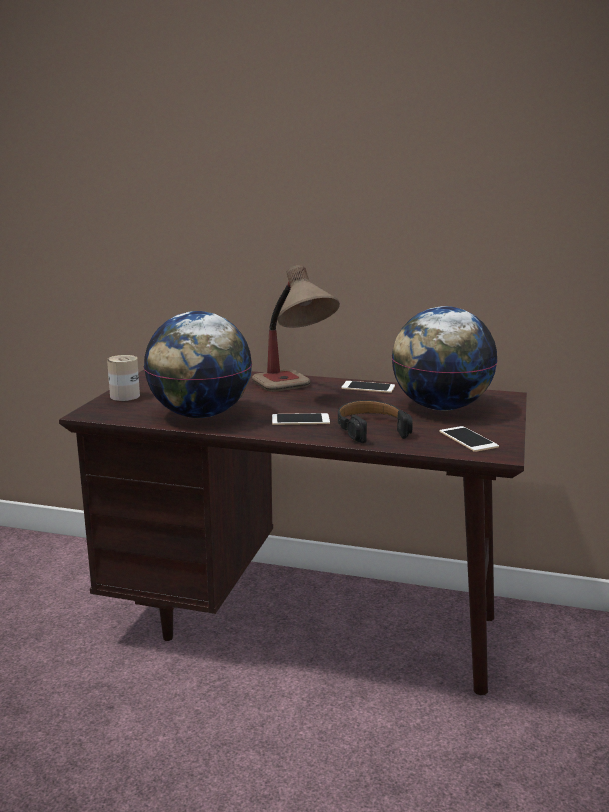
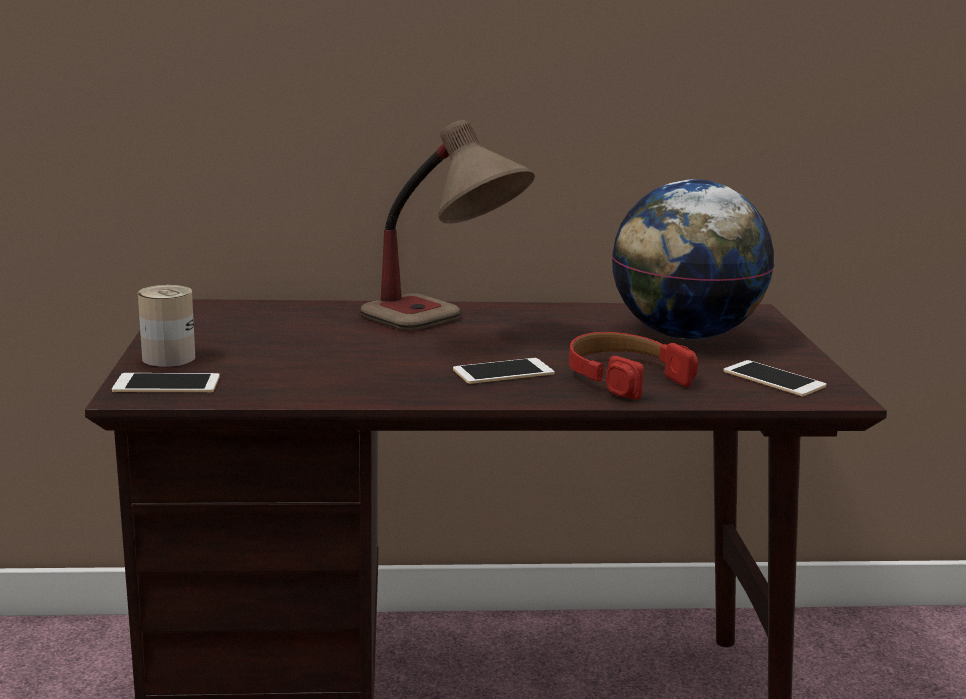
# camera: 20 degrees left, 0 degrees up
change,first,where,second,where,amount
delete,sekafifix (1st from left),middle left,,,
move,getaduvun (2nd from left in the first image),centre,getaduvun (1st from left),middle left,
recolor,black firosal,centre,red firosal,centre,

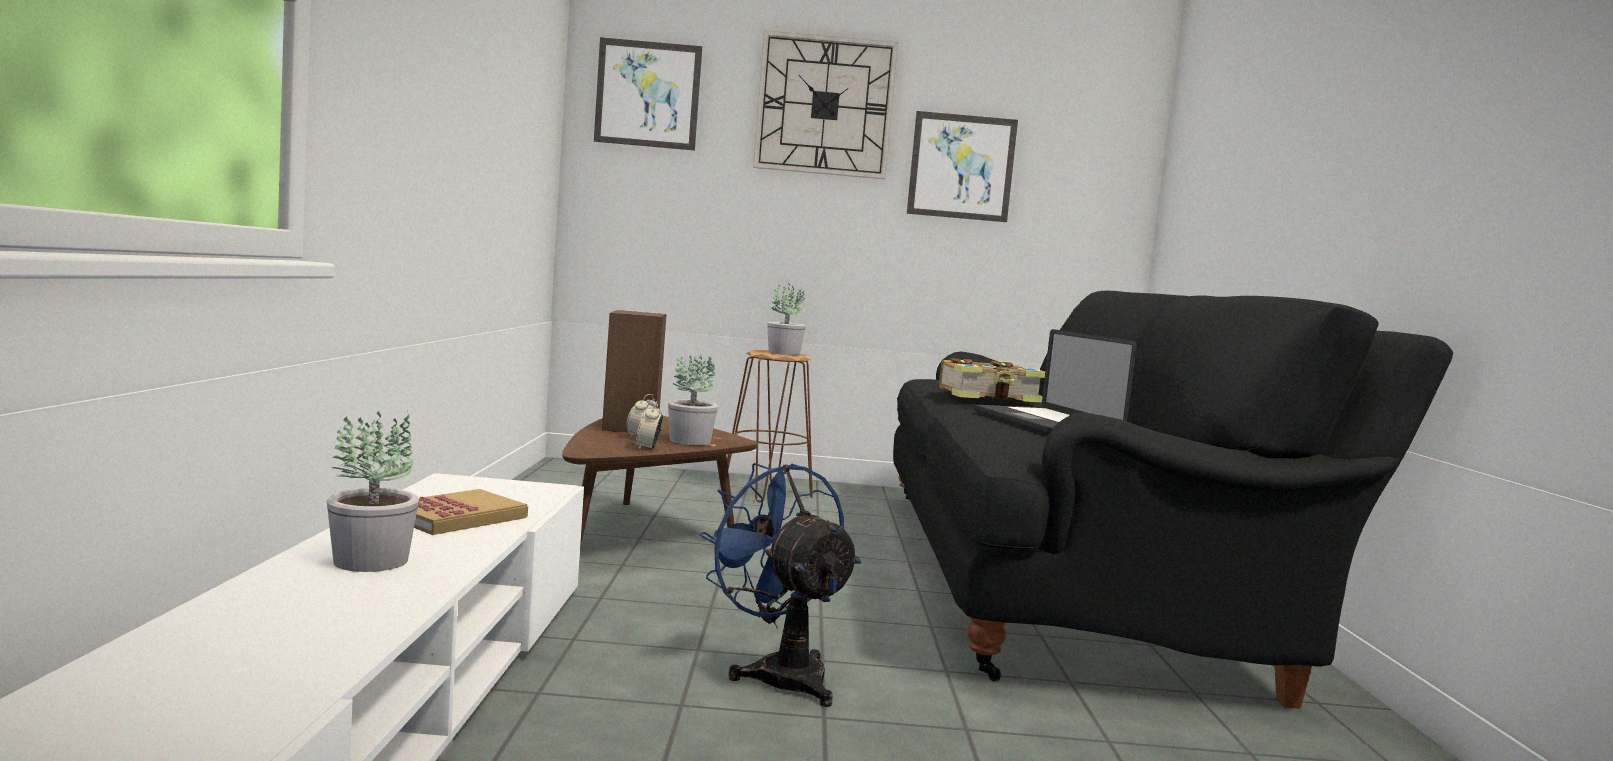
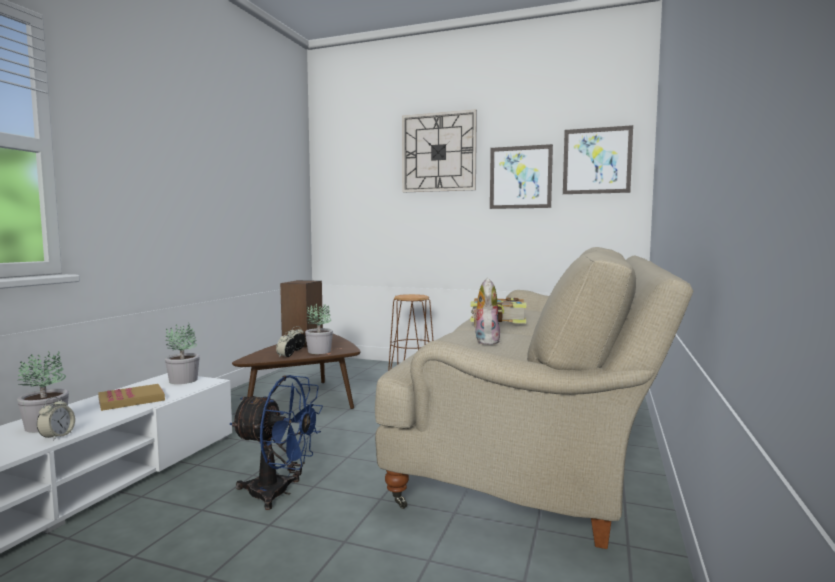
# camera: 20 degrees right, 0 degrees up
change,first,where,second,where,amount
insert,,,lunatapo (1st from left),bottom left,
move,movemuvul (1st from left in the first image),top centre,movemuvul (2nd from left),top right,
move,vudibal (3rd from left in the first image),centre,vudibal (2nd from left),middle left,
replace,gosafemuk,centre,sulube,centre,
recolor,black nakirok,middle right,beige nakirok,bottom centre,
rotate,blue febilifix,bottom centre,,bottom left,120 degrees clockwise

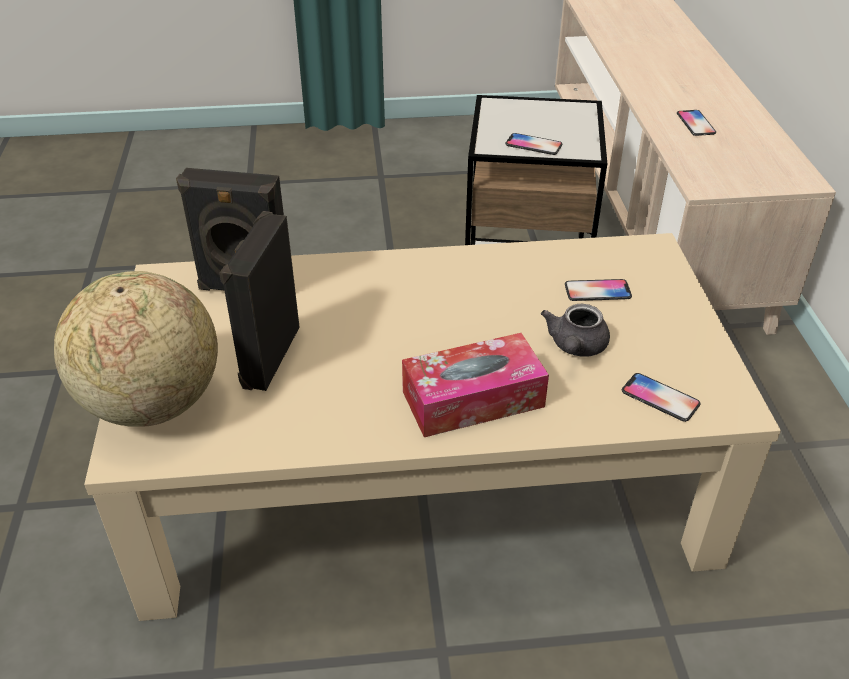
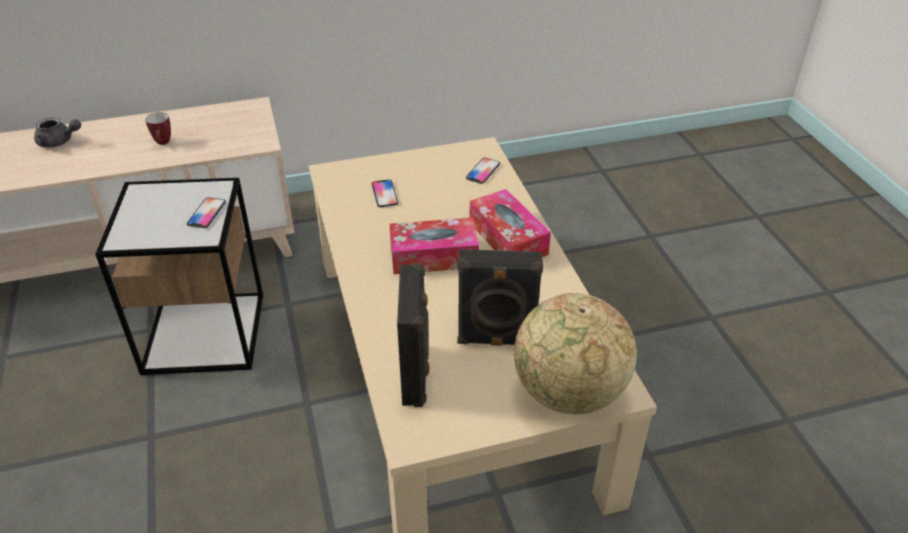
# camera: 100 degrees left, 0 degrees up
change,first,where,second,where,amount
insert,,,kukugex (1st from left),centre,
move,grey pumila,middle right,,top left,
replace,getaduvun (4th from left),top right,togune,top left,

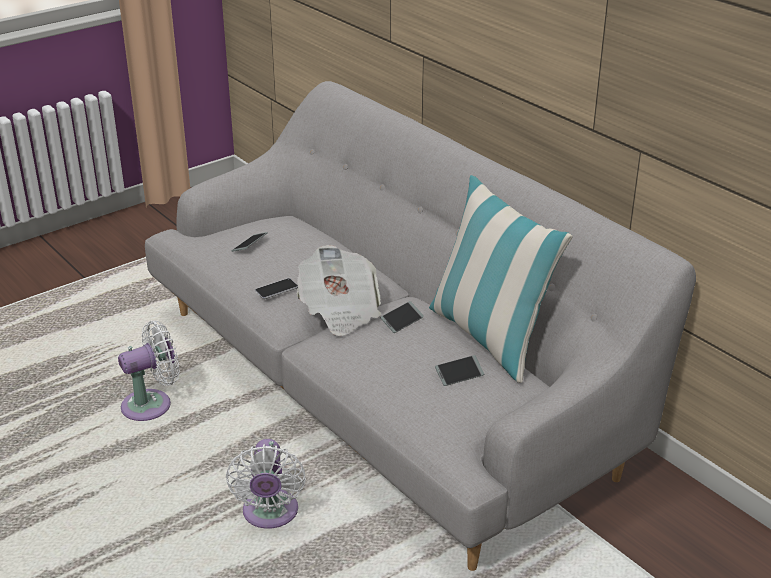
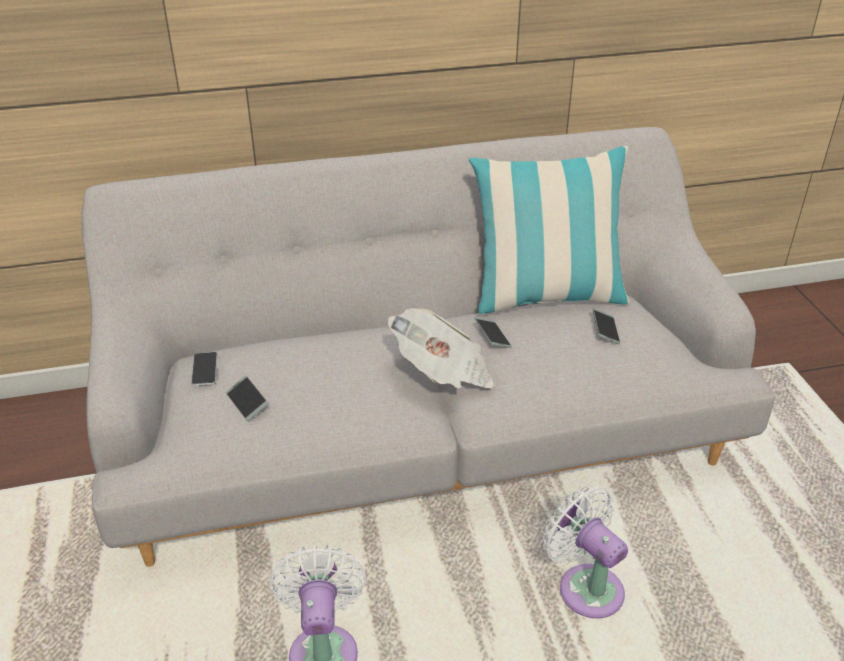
# camera: 65 degrees left, 5 degrees up
change,first,where,second,where,amount
move,getaduvun (2nd from left in the first image),centre,getaduvun (1st from left),middle left,
rotate,white febilifix (2nd from left),bottom centre,,bottom right,150 degrees counterclockwise

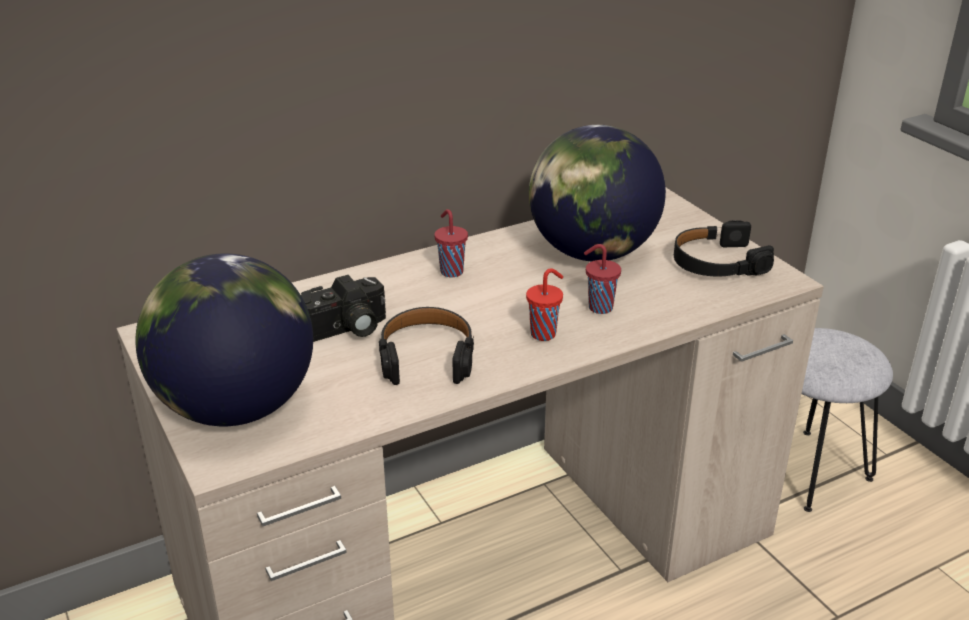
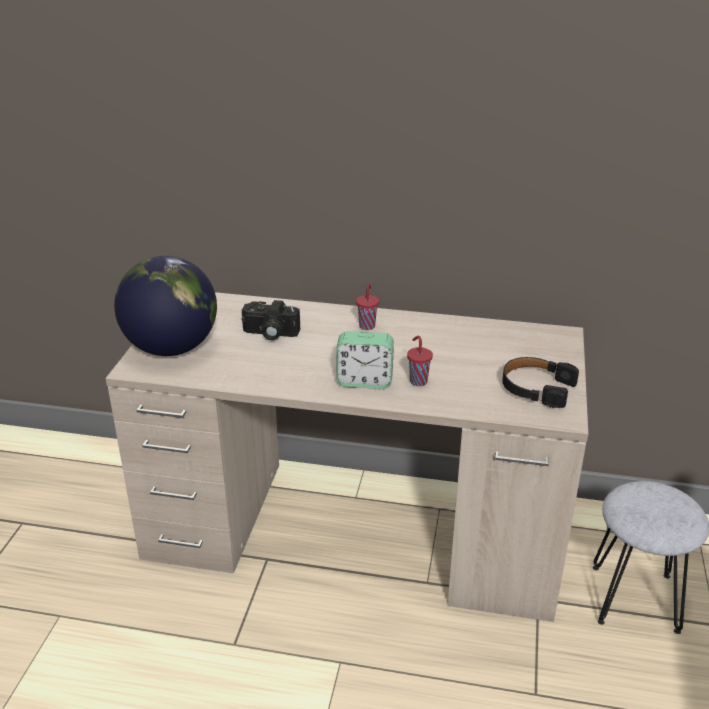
# camera: 40 degrees right, 0 degrees up
change,first,where,second,where,amount
delete,black firosal (1st from left),centre,,,
delete,sekafifix (2nd from left),top centre,,,
replace,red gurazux (2nd from left),centre,lunatapo,centre,

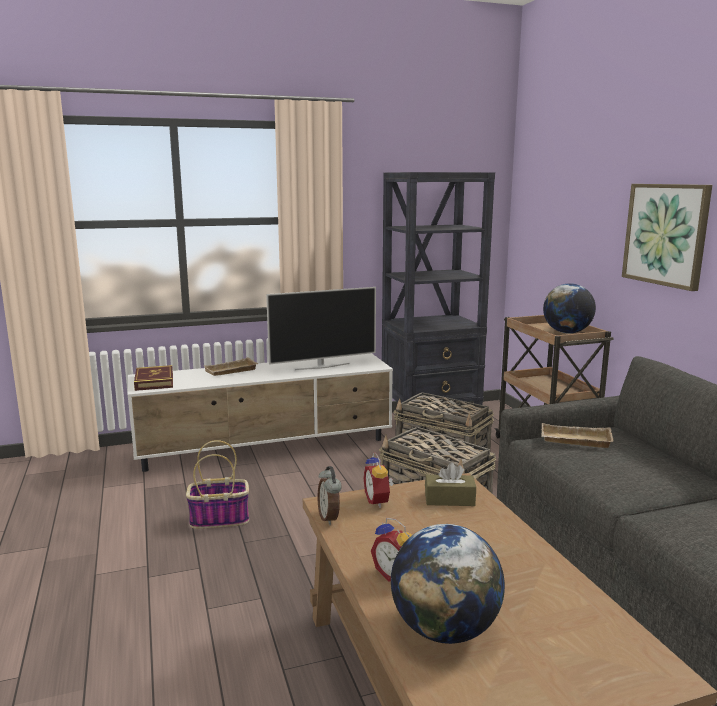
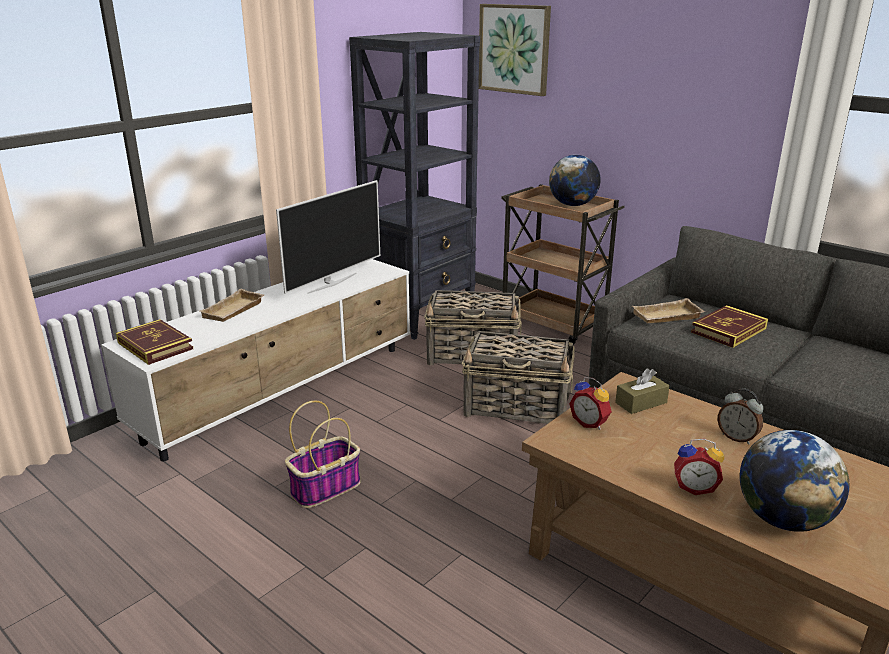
# camera: 30 degrees left, 10 degrees up
change,first,where,second,where,amount
insert,,,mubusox (2nd from left),middle right,
move,lunatapo (1st from left in the first image),bottom centre,lunatapo (3rd from left),middle right,
move,movemuvul,middle right,,top centre,

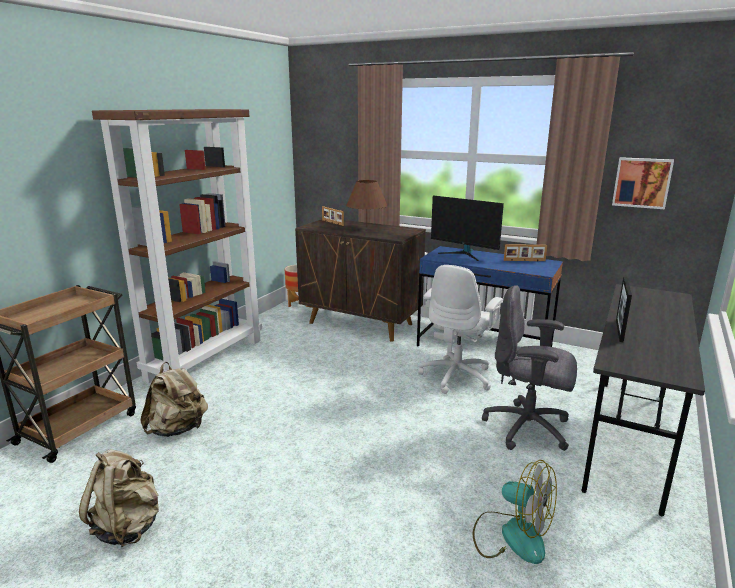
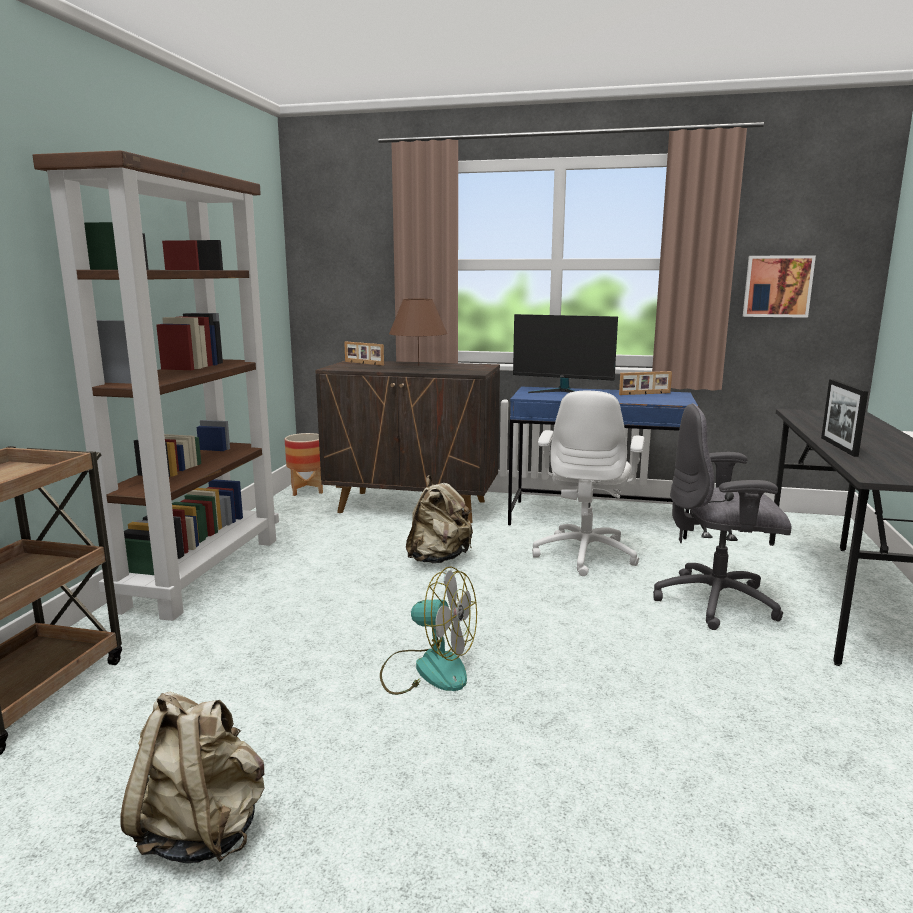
# camera: 15 degrees left, 5 degrees down
change,first,where,second,where,amount
move,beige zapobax (2nd from left),bottom left,,centre,
move,febilifix,bottom right,,bottom centre,

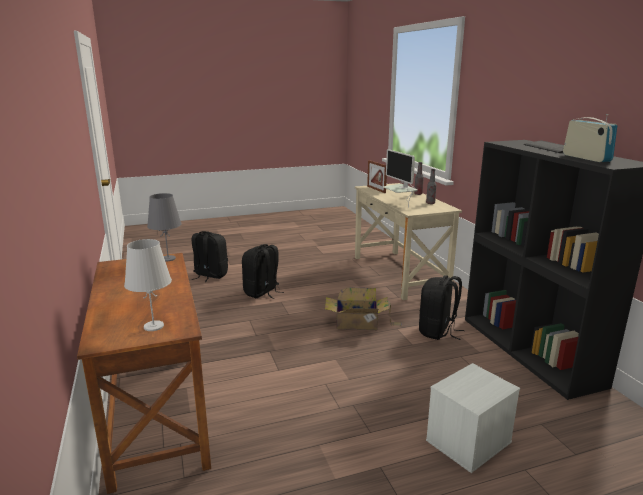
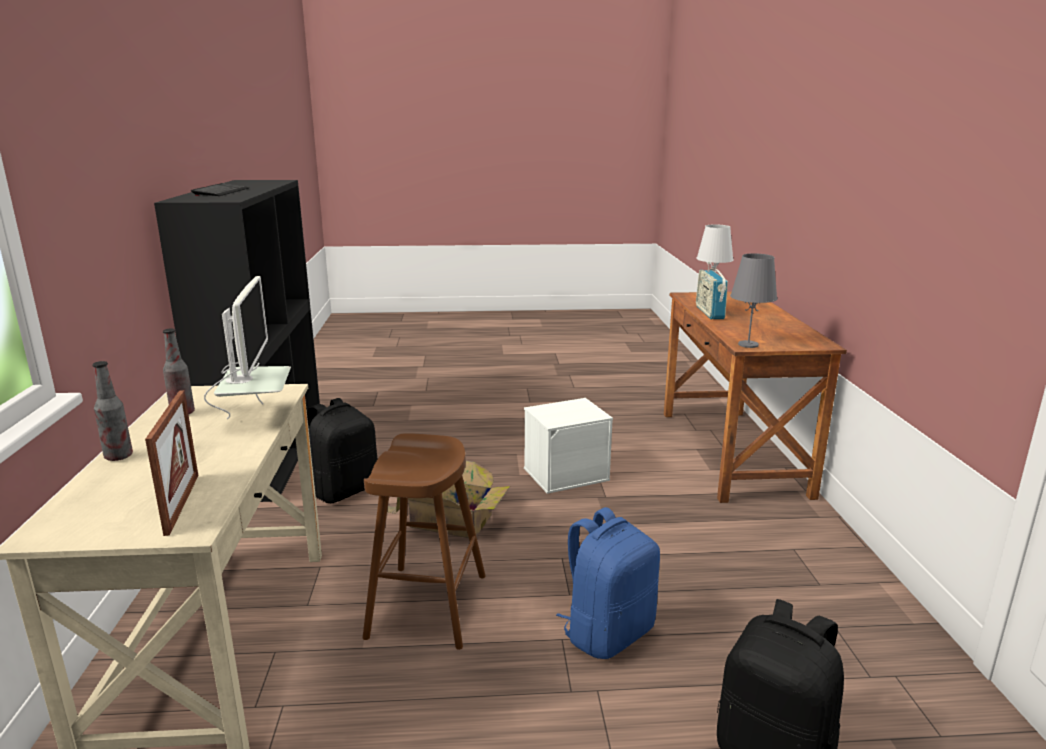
# camera: 165 degrees left, 0 degrees up
change,first,where,second,where,amount
insert,,,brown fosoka,bottom centre,
move,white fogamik,bottom right,,centre,
move,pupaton,top right,,middle right,
recolor,black zapobax (2nd from left),centre,blue zapobax,bottom centre,

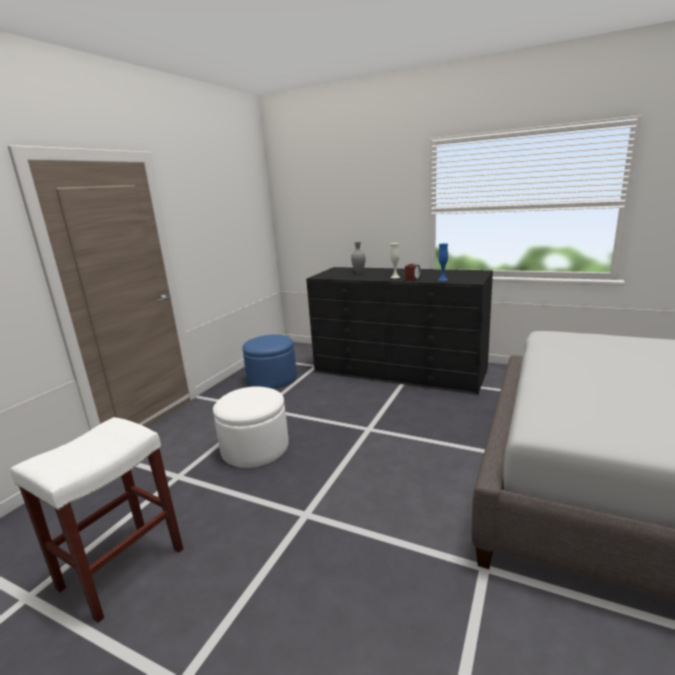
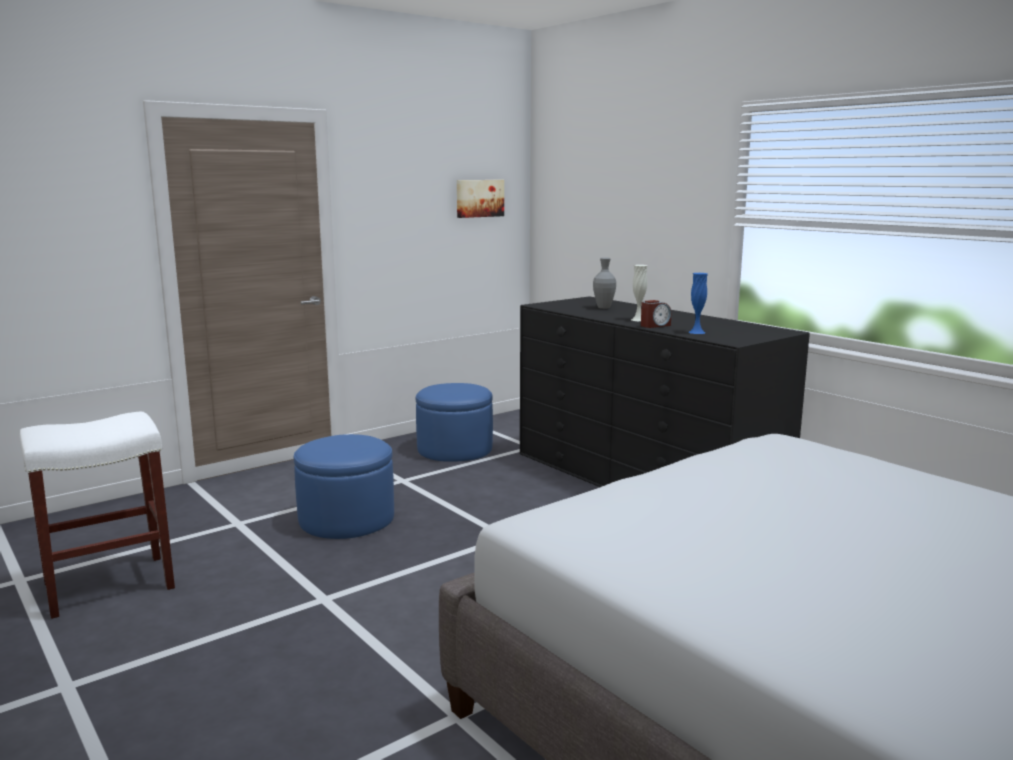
# camera: 25 degrees right, 5 degrees down
change,first,where,second,where,amount
insert,,,movemuvul,top centre,
recolor,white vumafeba,centre,blue vumafeba (1st from left),centre,

